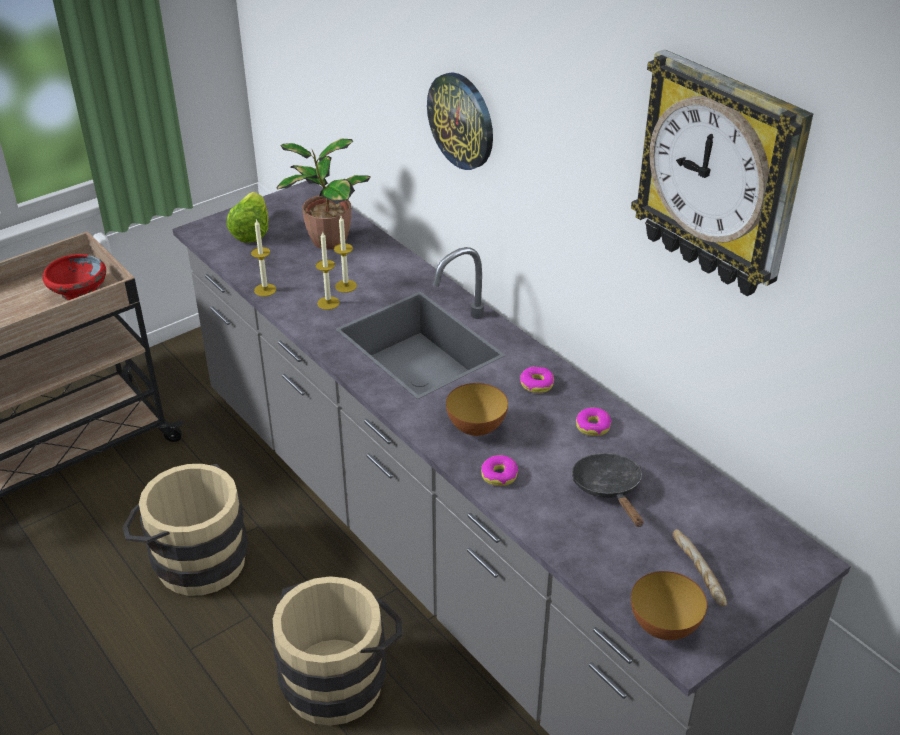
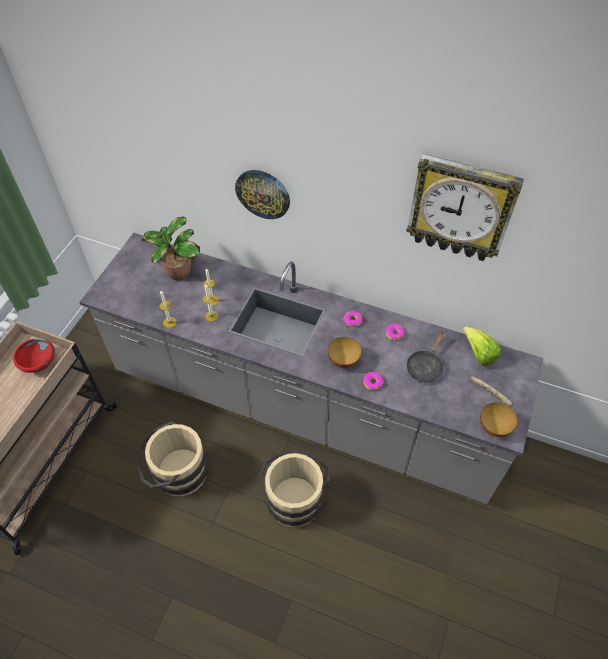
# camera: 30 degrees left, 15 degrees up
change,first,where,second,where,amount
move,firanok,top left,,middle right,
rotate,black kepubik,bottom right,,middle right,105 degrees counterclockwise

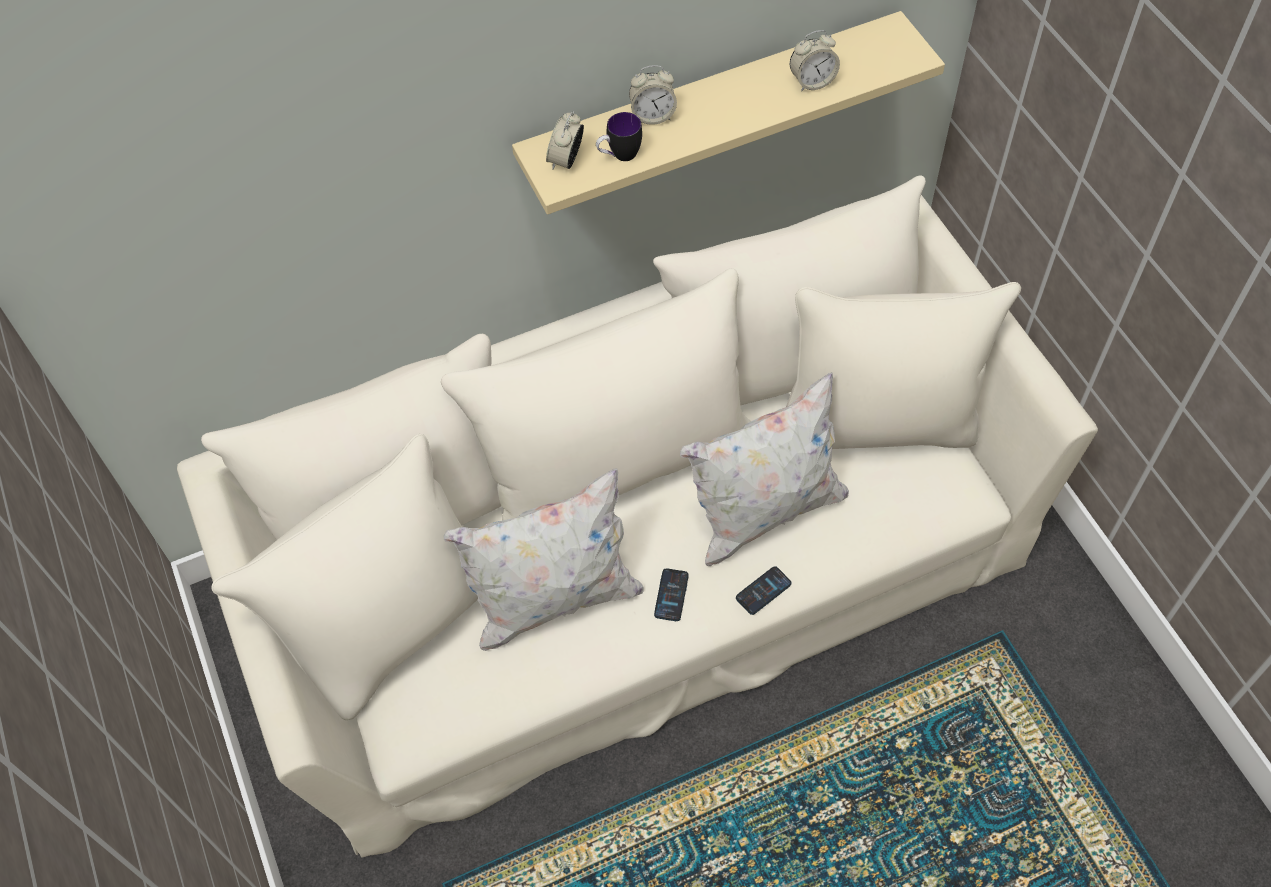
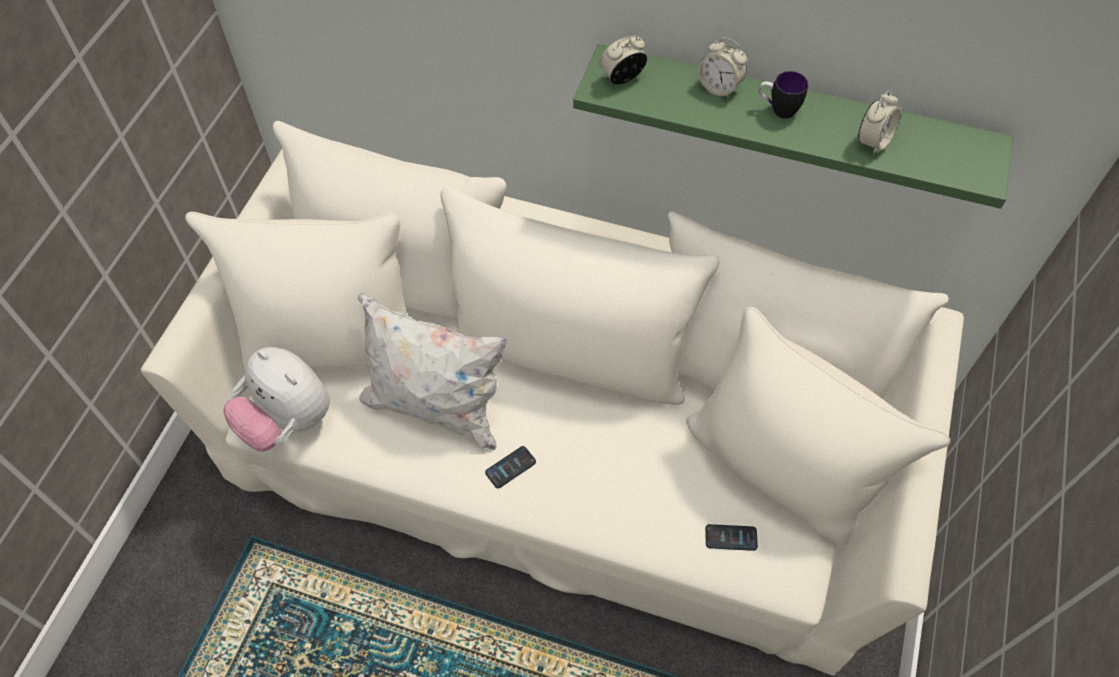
# camera: 40 degrees right, 0 degrees up
change,first,where,second,where,amount
delete,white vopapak (2nd from left),centre,,,
insert,,,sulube,middle left,
move,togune,top centre,,top right,
move,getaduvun (2nd from left),centre,,bottom centre,
recolor,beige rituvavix,top centre,green rituvavix,top right,
rotate,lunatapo (3rd from left),top centre,,top right,75 degrees counterclockwise

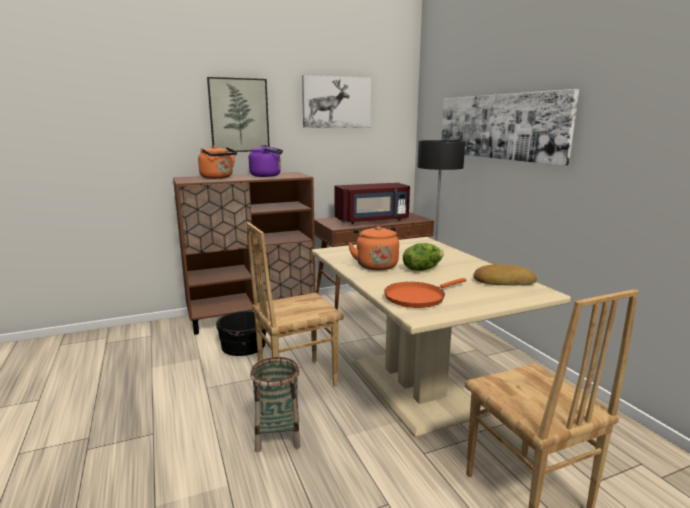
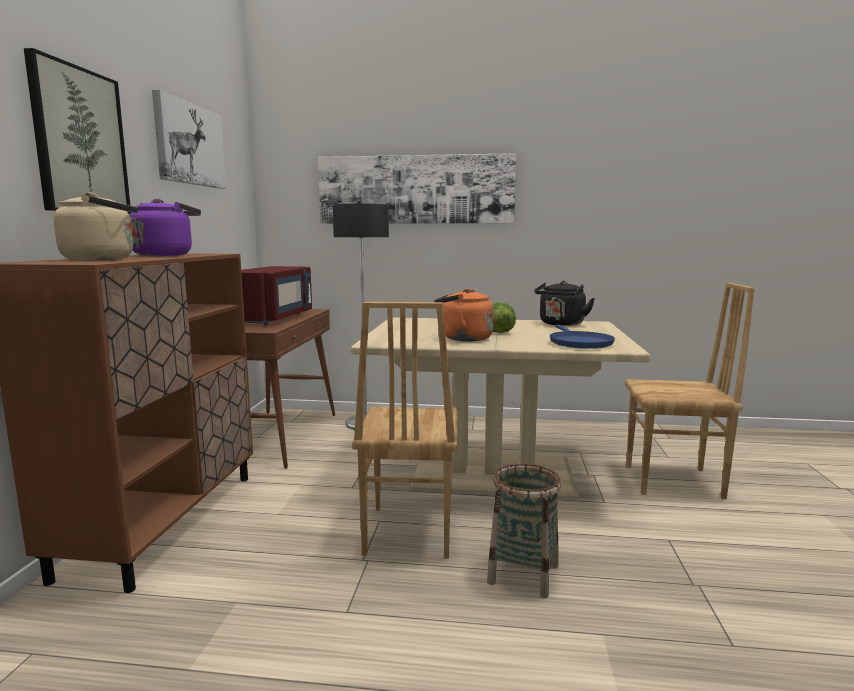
# camera: 60 degrees left, 5 degrees down
change,first,where,second,where,amount
delete,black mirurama,centre,,,
replace,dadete,middle right,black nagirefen,centre,
recolor,orange nagirefen (1st from left),top left,beige nagirefen,top left,
recolor,orange kepubik,centre,blue kepubik,middle right,

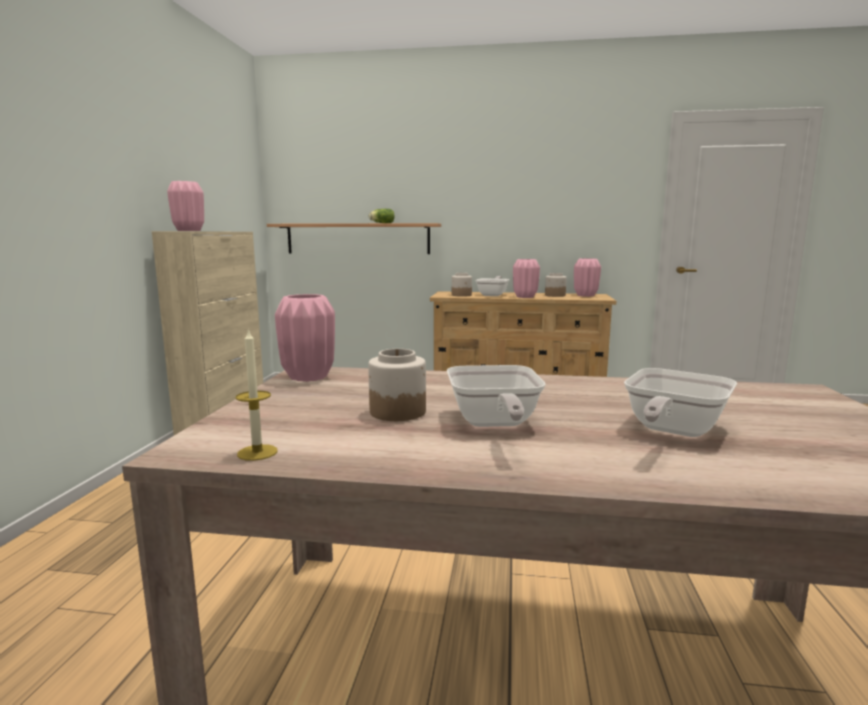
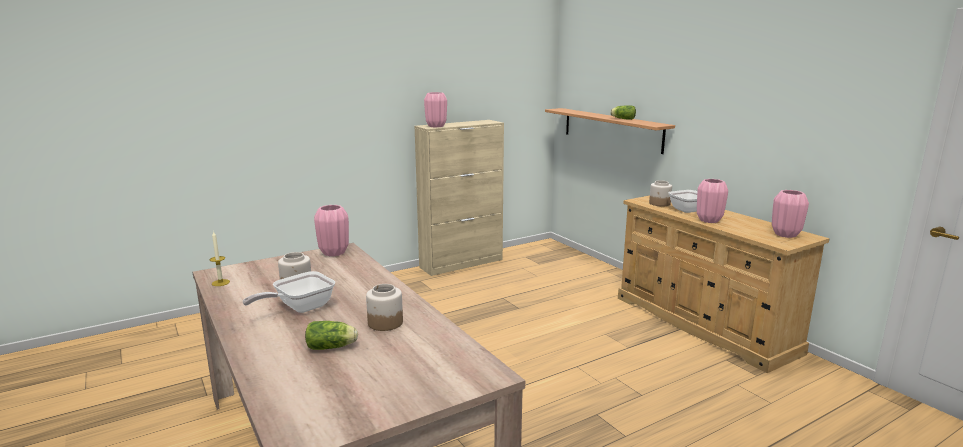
# camera: 50 degrees right, 5 degrees up
change,first,where,second,where,amount
move,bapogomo (3rd from left in the first image),centre,bapogomo (2nd from left),bottom centre,
replace,kepubik (3rd from left),middle right,firanok (1st from left),bottom centre,

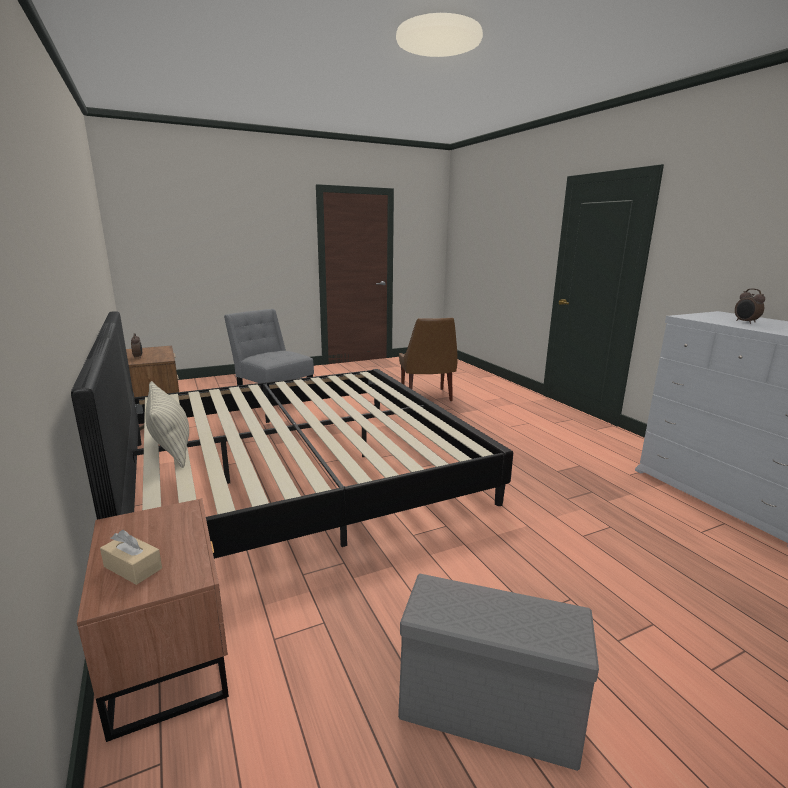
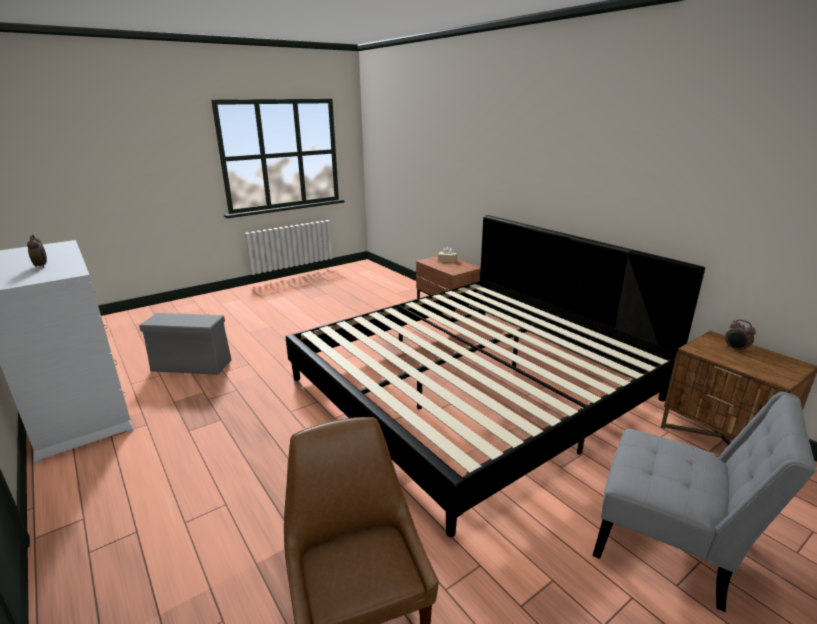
# camera: 170 degrees right, 5 degrees up
change,first,where,second,where,amount
delete,vopapak,middle left,,,
move,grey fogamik,bottom centre,,middle left,

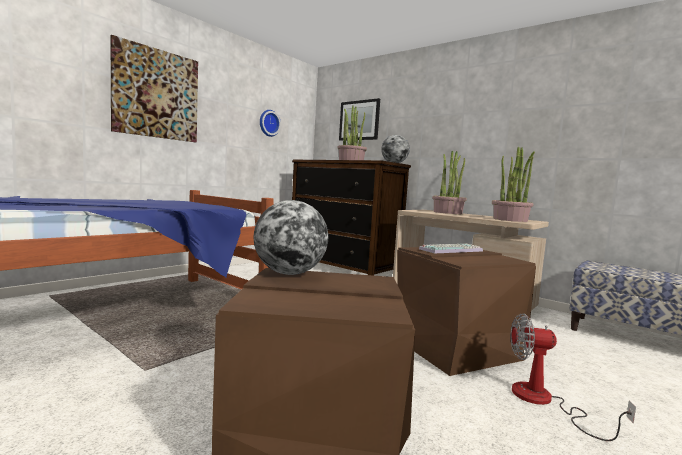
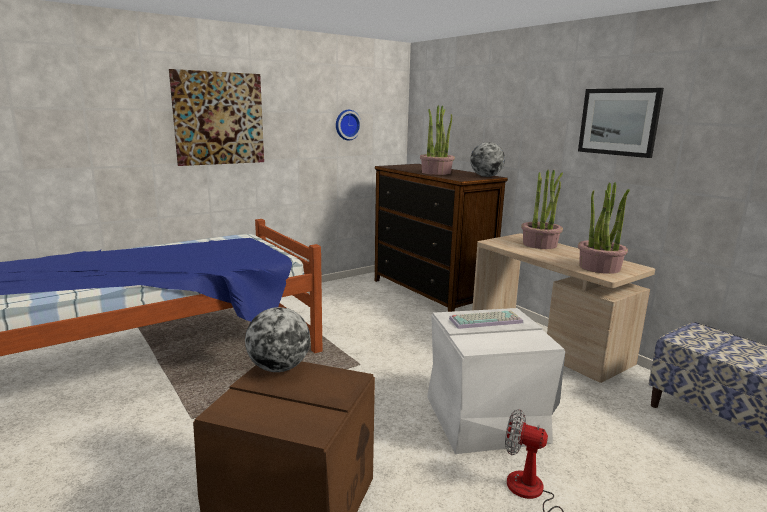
# camera: 15 degrees right, 10 degrees up
change,first,where,second,where,amount
move,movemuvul (2nd from left),top centre,,top right,
recolor,brown fogamik (2nd from left),bottom right,white fogamik,bottom centre,

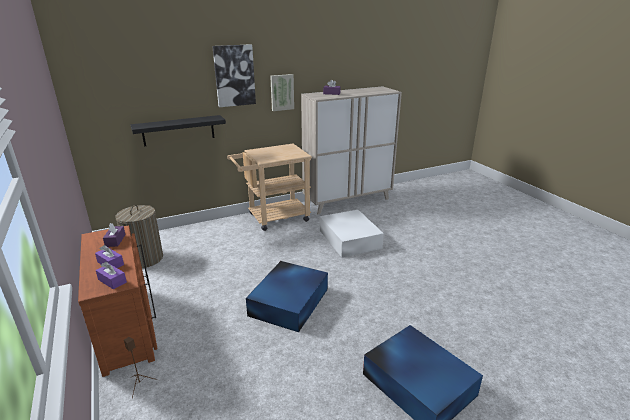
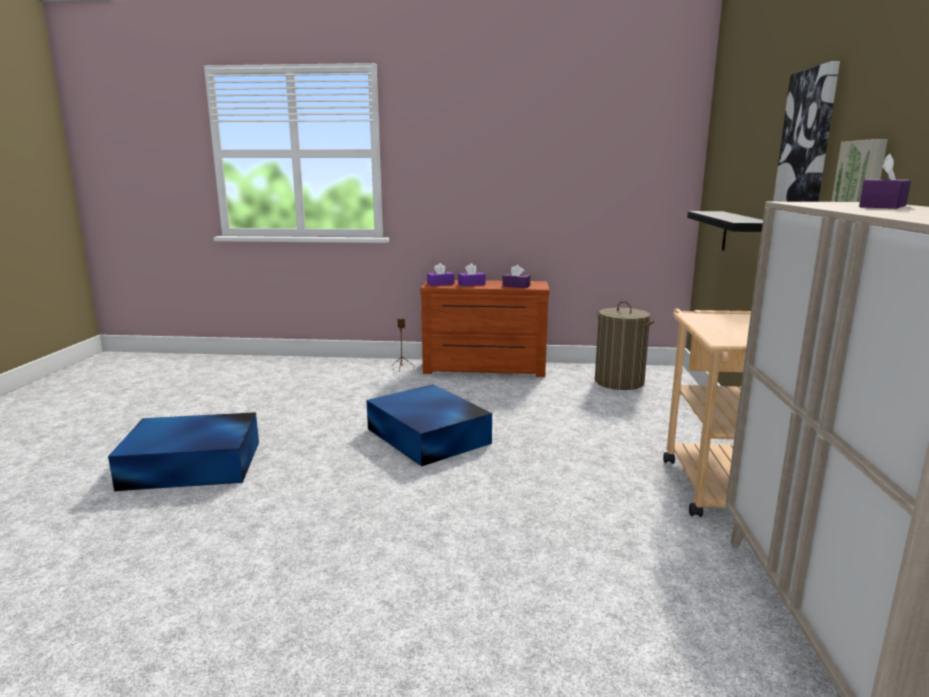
# camera: 120 degrees right, 10 degrees down
change,first,where,second,where,amount
delete,white fogamik,centre,,,

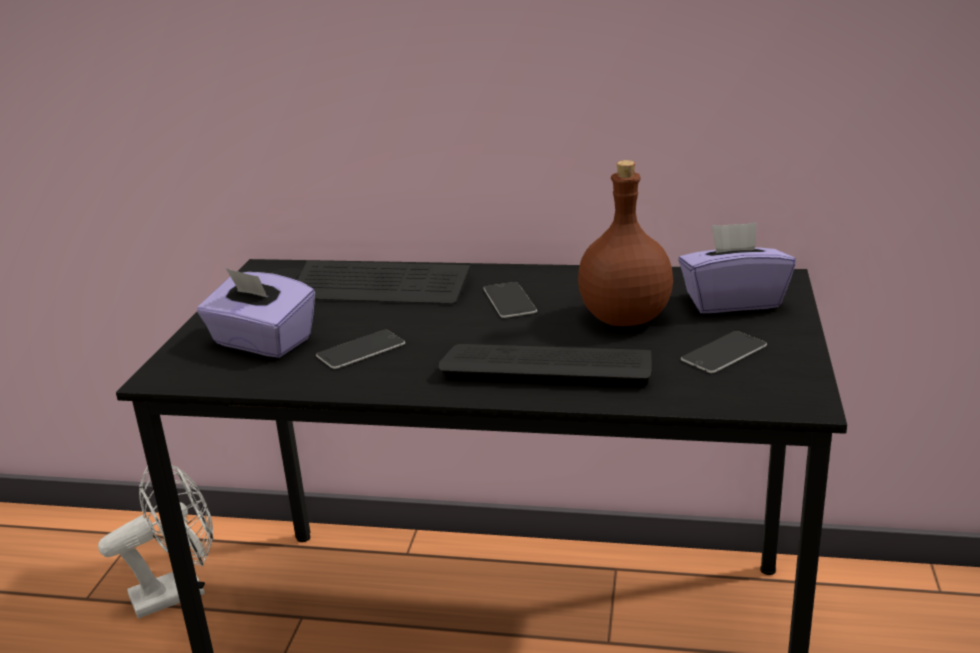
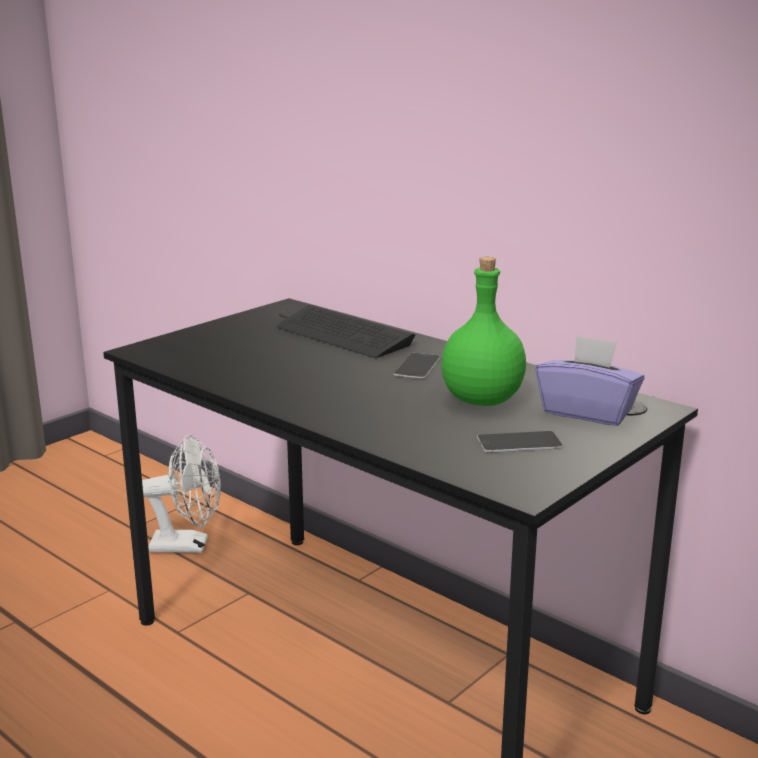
# camera: 30 degrees right, 5 degrees down
change,first,where,second,where,amount
delete,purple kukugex (1st from left),middle left,,,
delete,getaduvun (1st from left),centre,,,
delete,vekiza (2nd from left),centre,,,
recolor,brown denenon,centre,green denenon,centre,

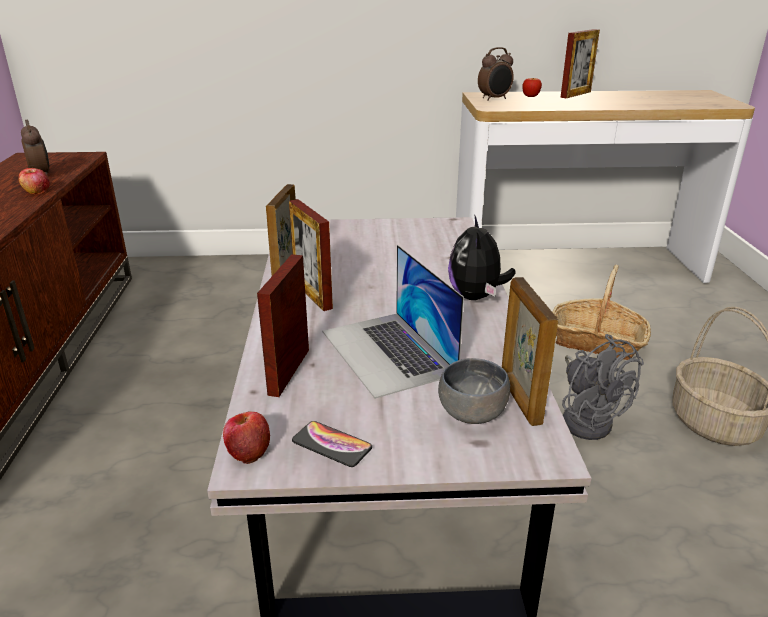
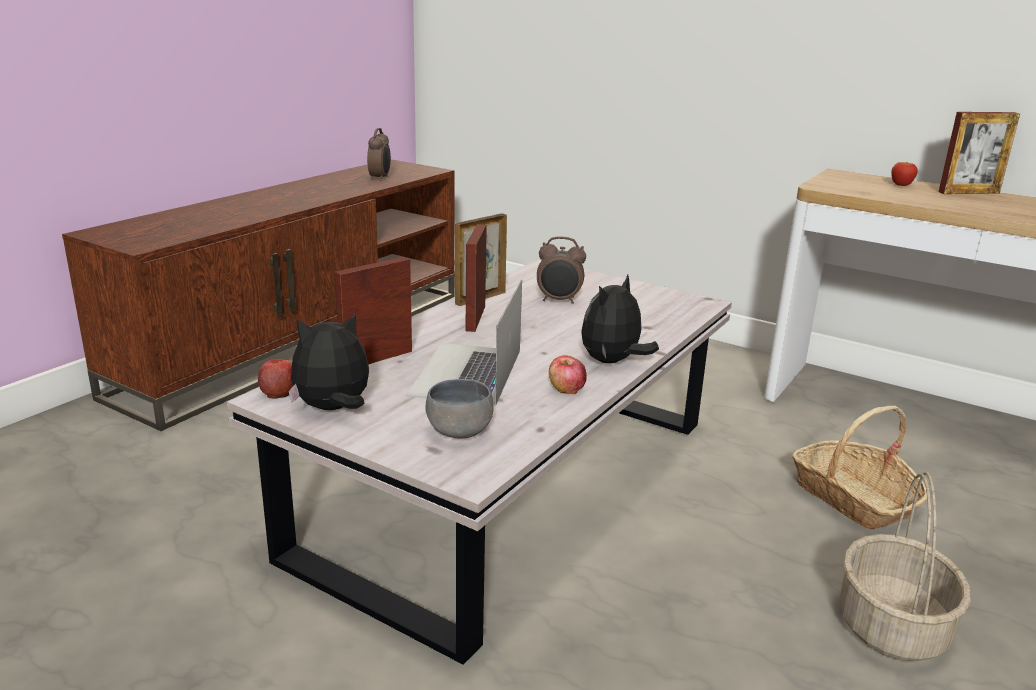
# camera: 35 degrees right, 5 degrees down
change,first,where,second,where,amount
delete,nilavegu (4th from left),middle right,,,
delete,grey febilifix,middle right,,,
move,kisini (1st from left in the first image),top left,kisini (2nd from left),centre,
move,lunatapo (2nd from left),top centre,,centre,
replace,getaduvun,bottom centre,sulube (1st from left),middle left,

